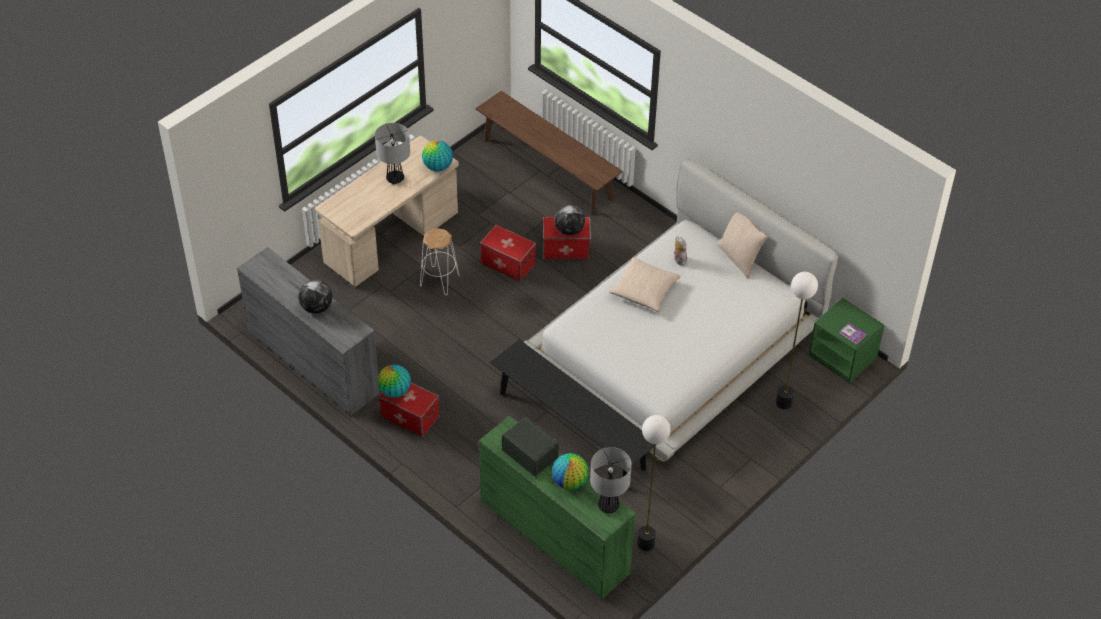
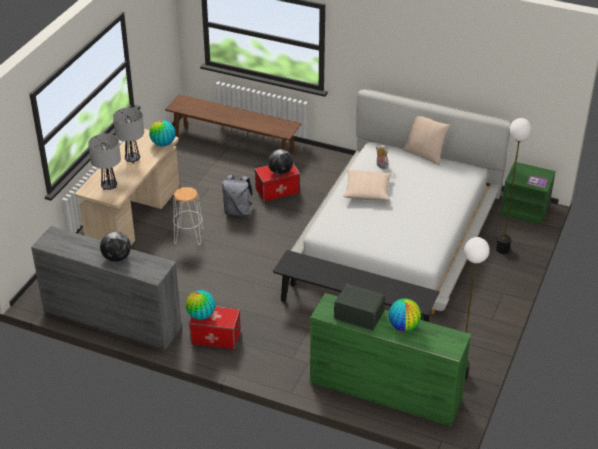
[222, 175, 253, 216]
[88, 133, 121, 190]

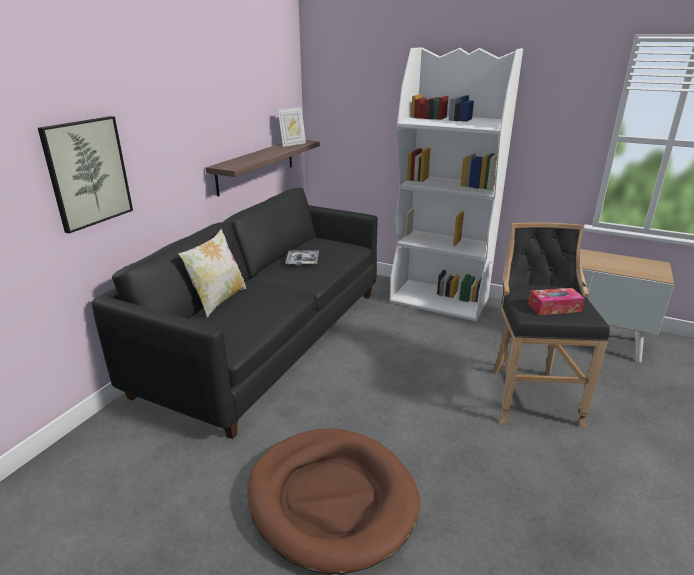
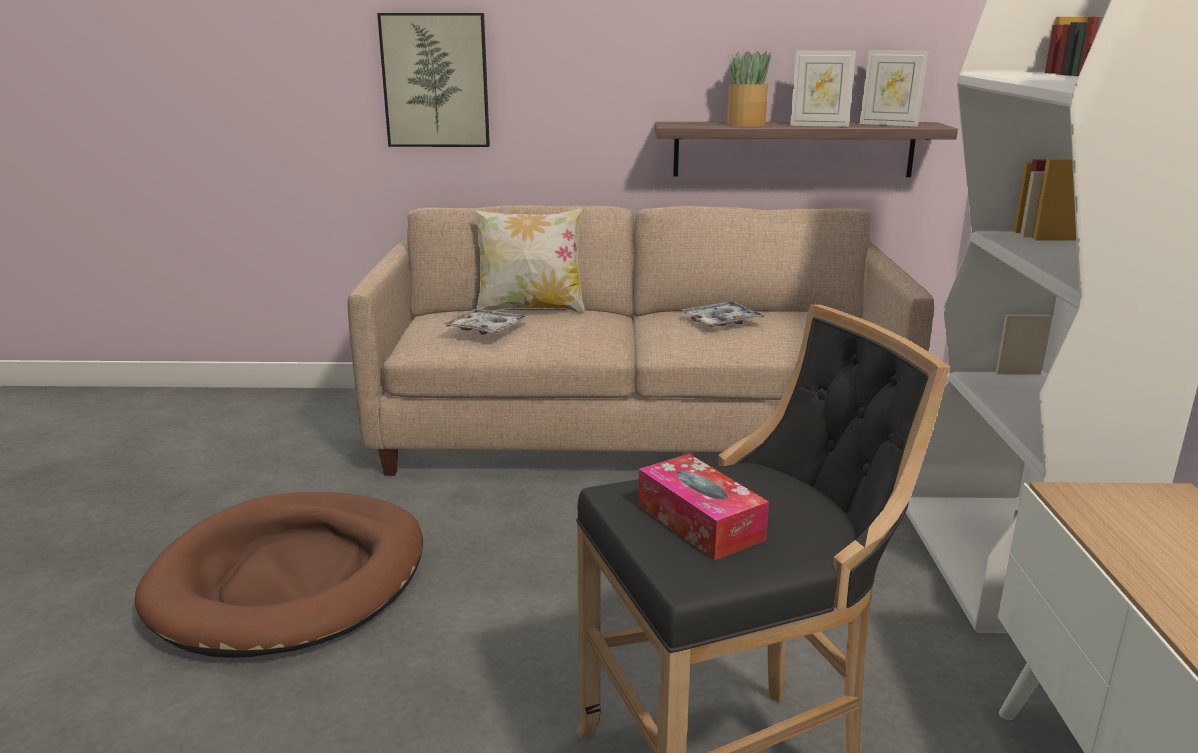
[347, 205, 934, 476]
[790, 50, 856, 127]
[727, 51, 771, 127]
[442, 309, 530, 335]

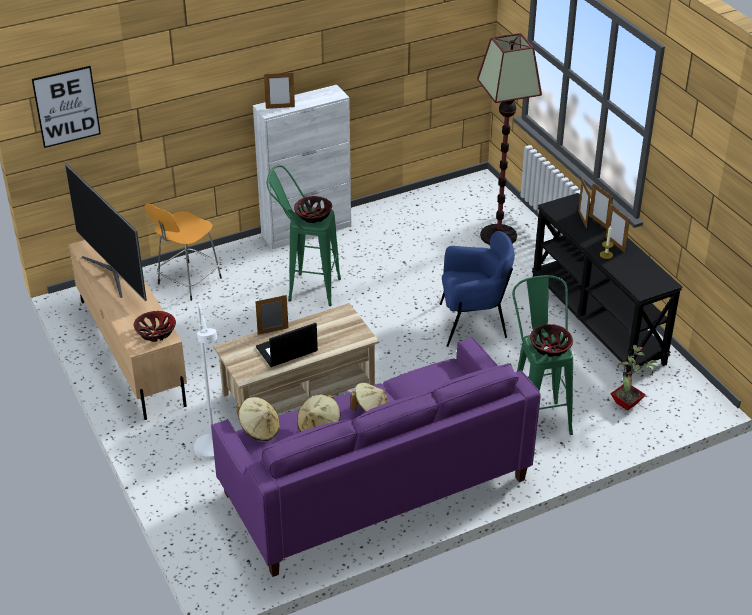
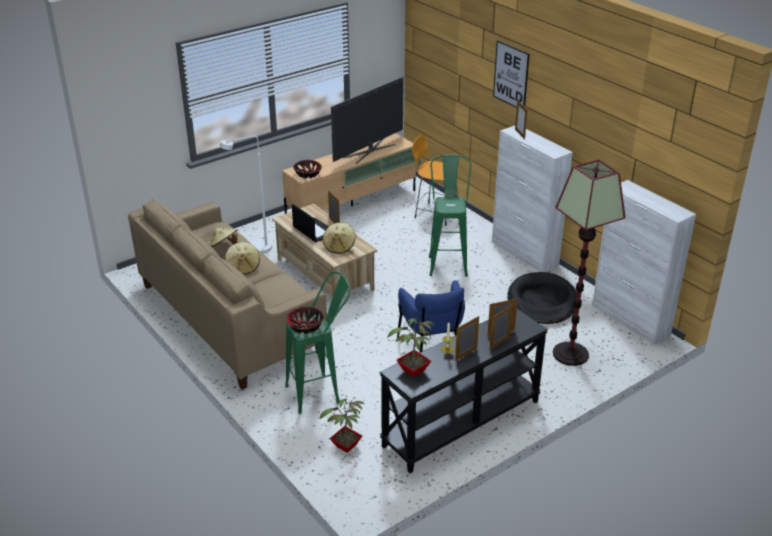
[493, 40, 530, 108]
[294, 196, 332, 223] (first image)
[128, 199, 327, 390]
[323, 222, 355, 254]
[592, 180, 696, 345]
[508, 272, 577, 324]
[387, 314, 435, 377]

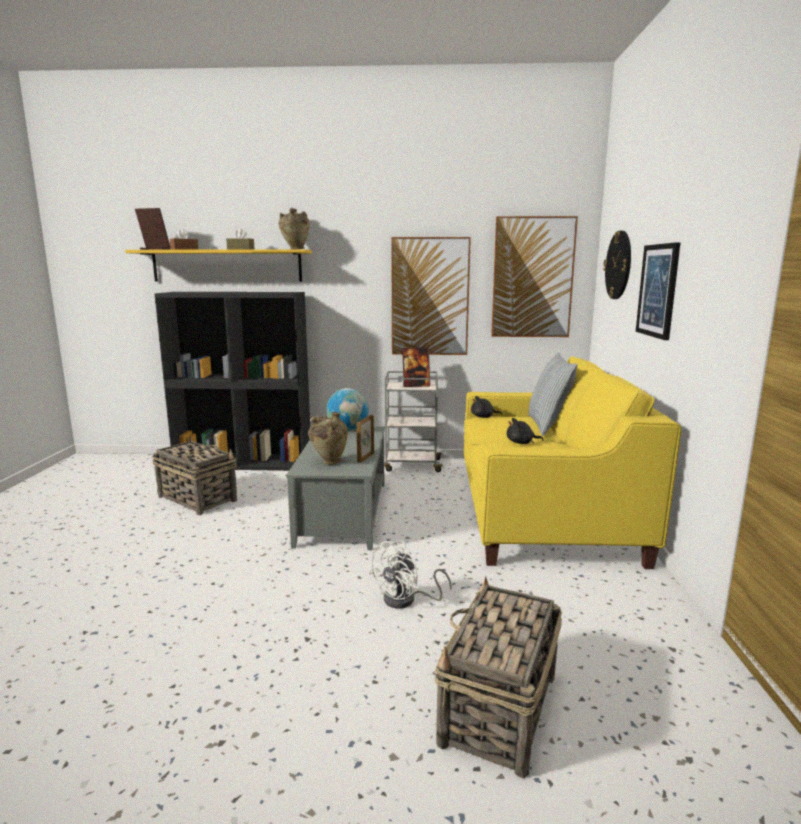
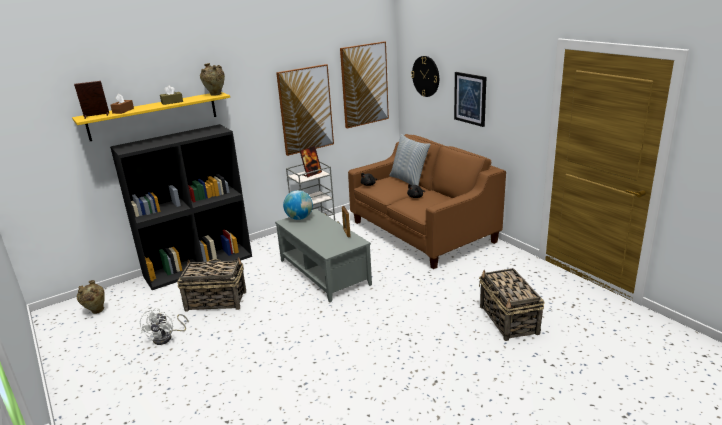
[348, 134, 506, 269]
[77, 280, 105, 314]
[140, 307, 189, 345]

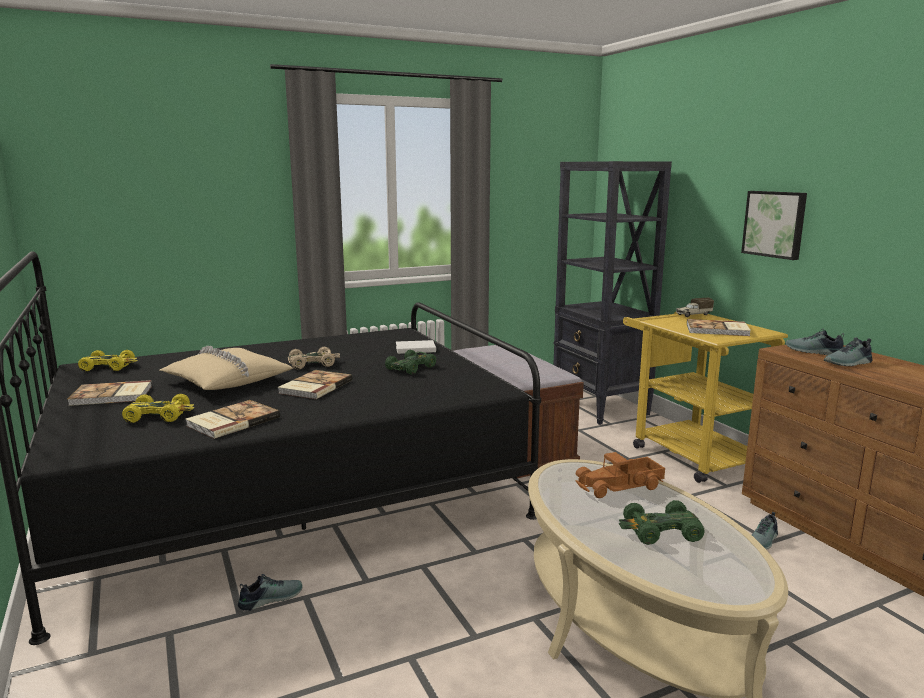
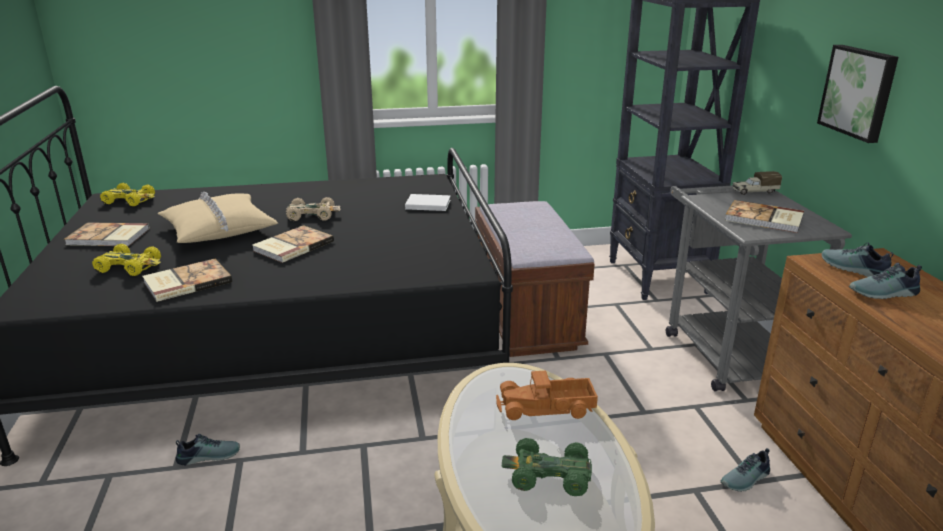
[666, 186, 852, 392]
[385, 350, 436, 374] (first image)

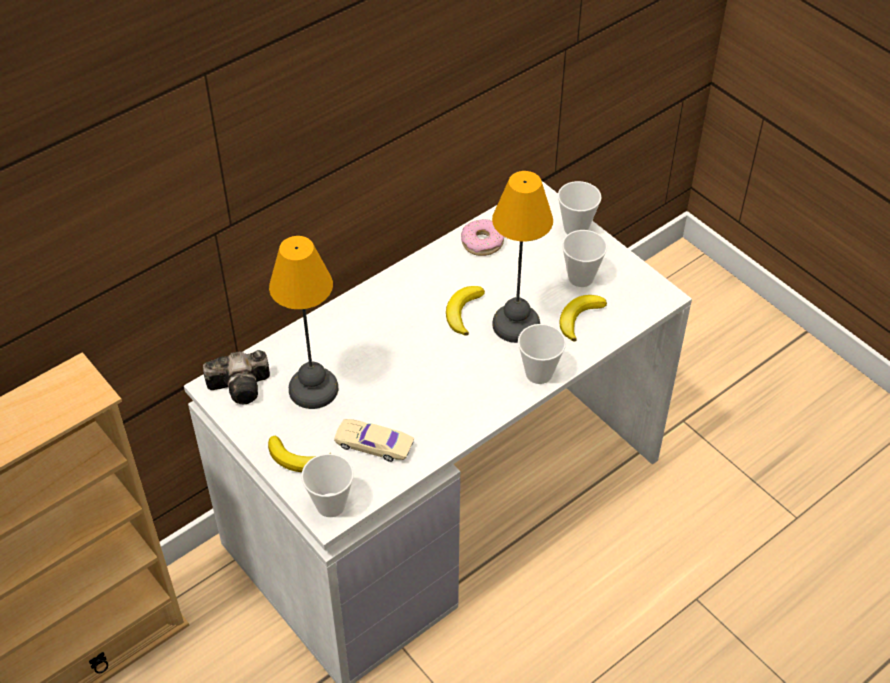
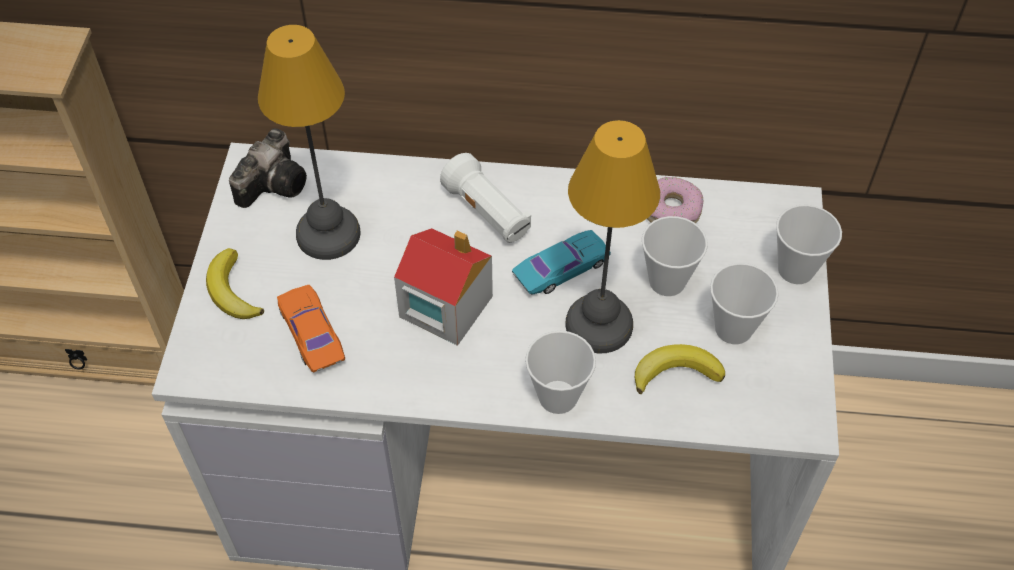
[512, 230, 611, 294]
[229, 128, 307, 208]
[277, 285, 345, 372]
[642, 216, 708, 296]
[440, 153, 531, 243]
[394, 228, 493, 346]

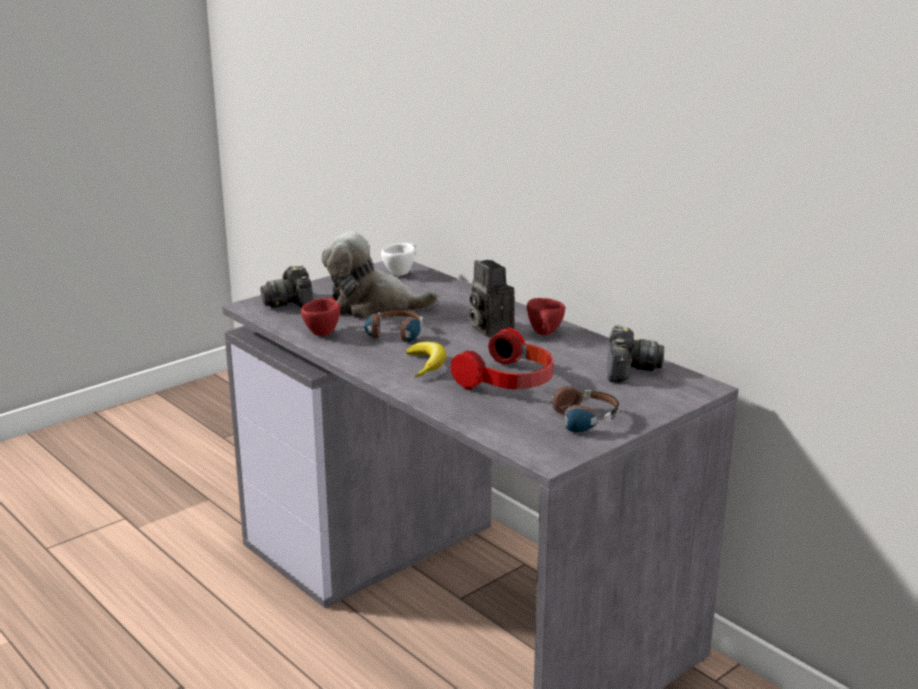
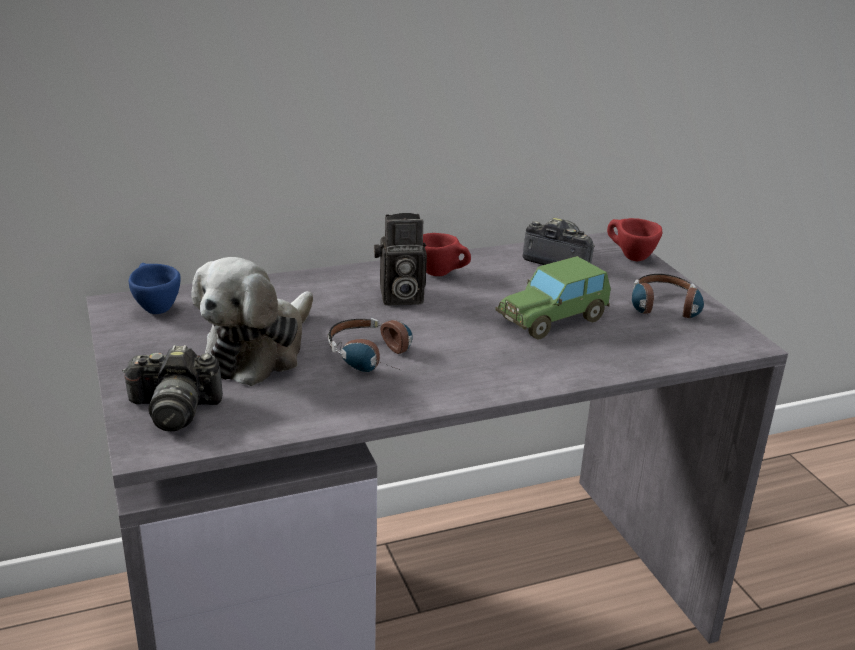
[129, 263, 181, 314]
[607, 218, 662, 261]
[495, 256, 611, 339]
[406, 342, 446, 378] (first image)

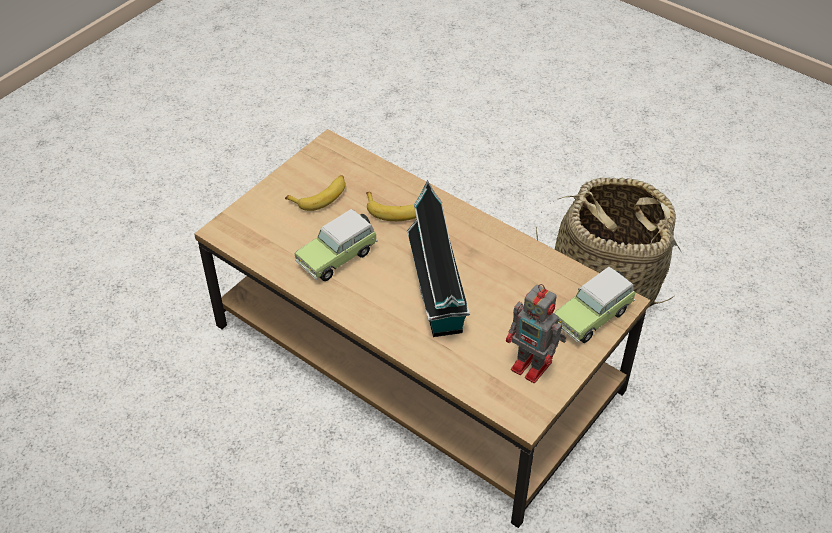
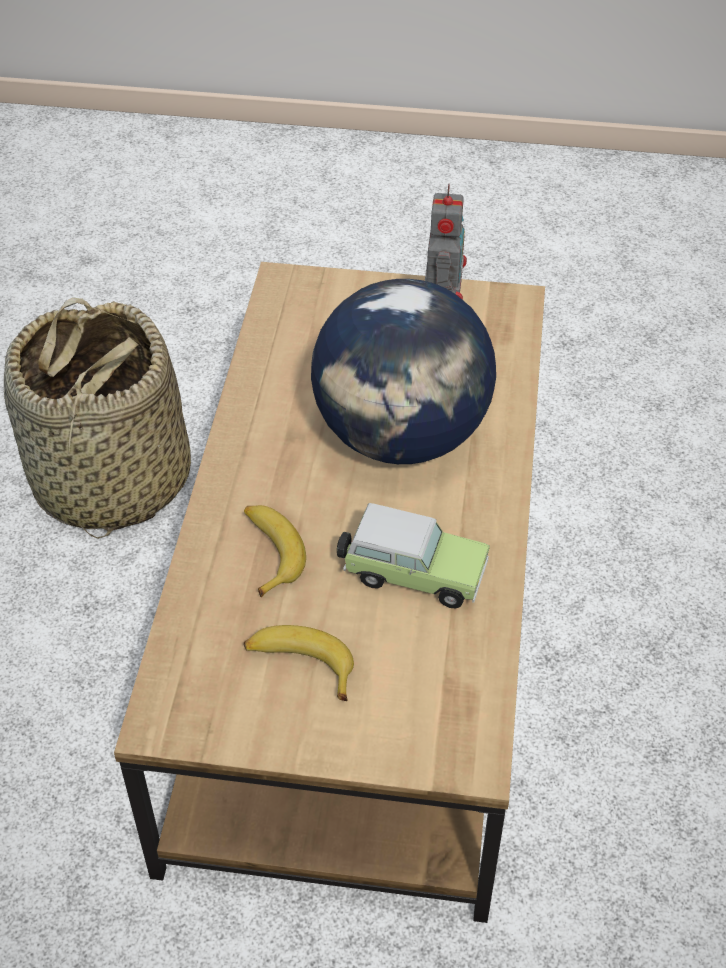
[311, 279, 496, 464]
[554, 267, 635, 343] (first image)

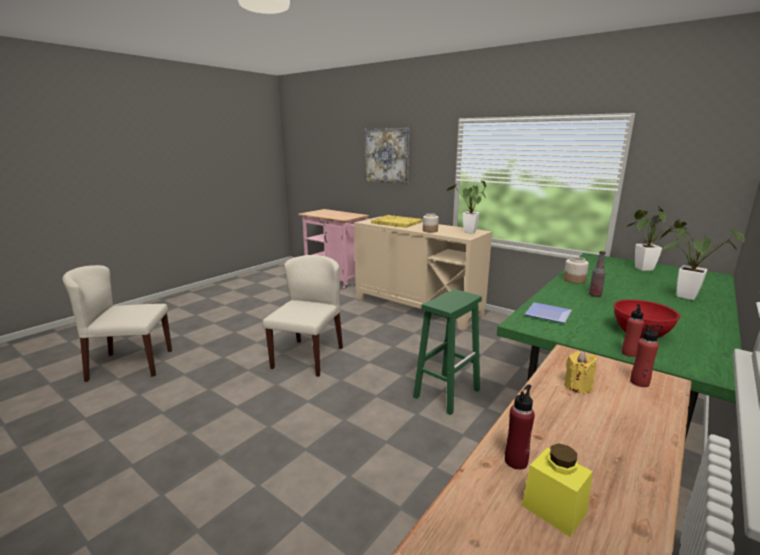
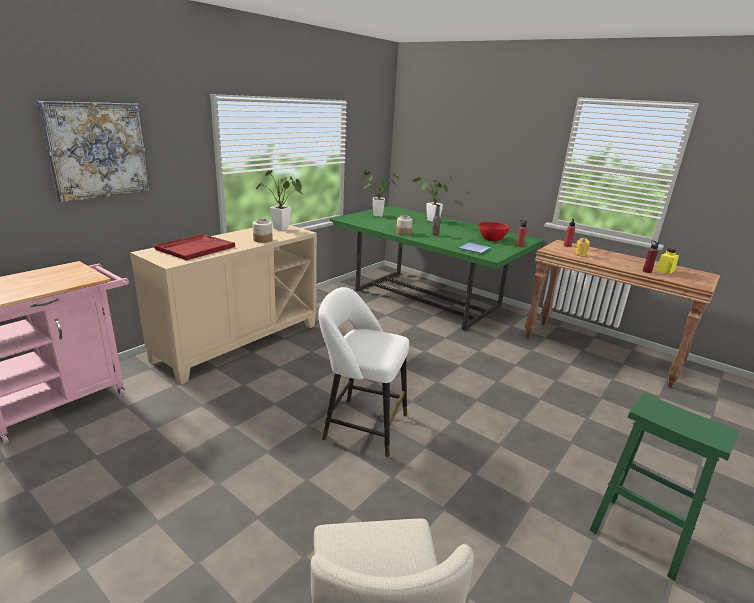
[154, 234, 235, 260]
[318, 287, 409, 457]
[590, 393, 739, 581]

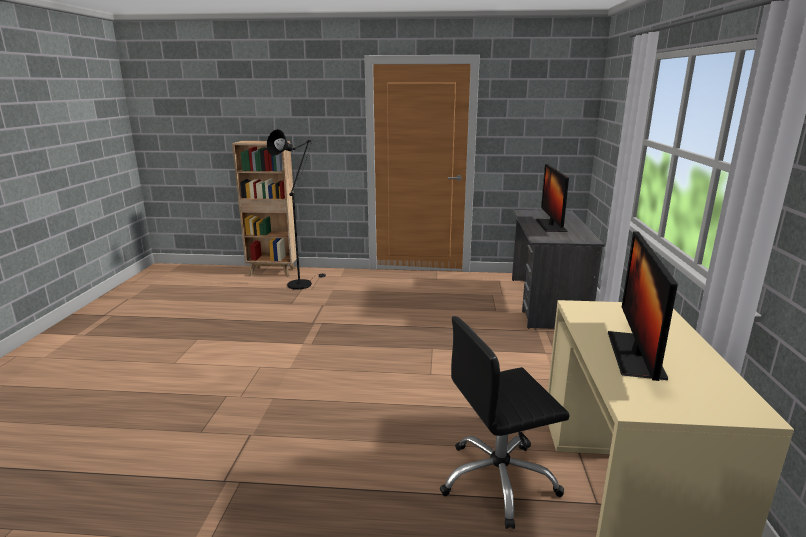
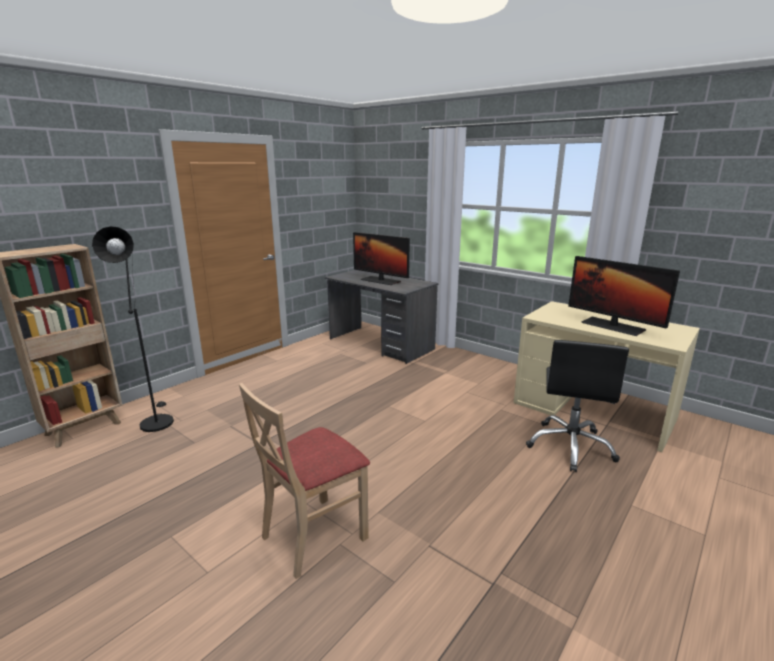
[239, 383, 370, 579]

